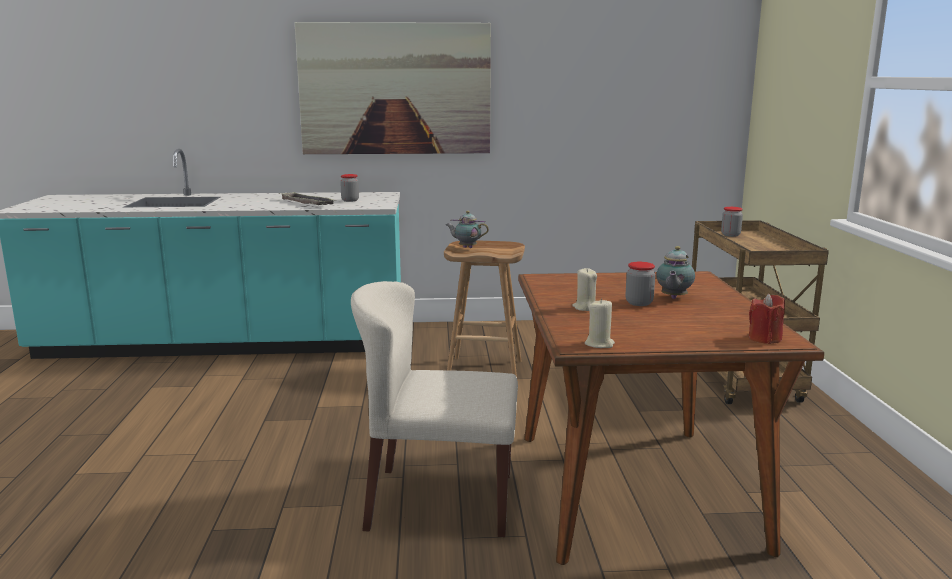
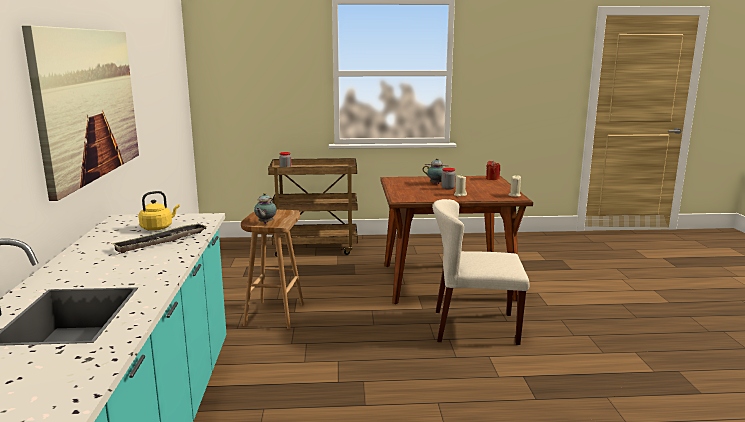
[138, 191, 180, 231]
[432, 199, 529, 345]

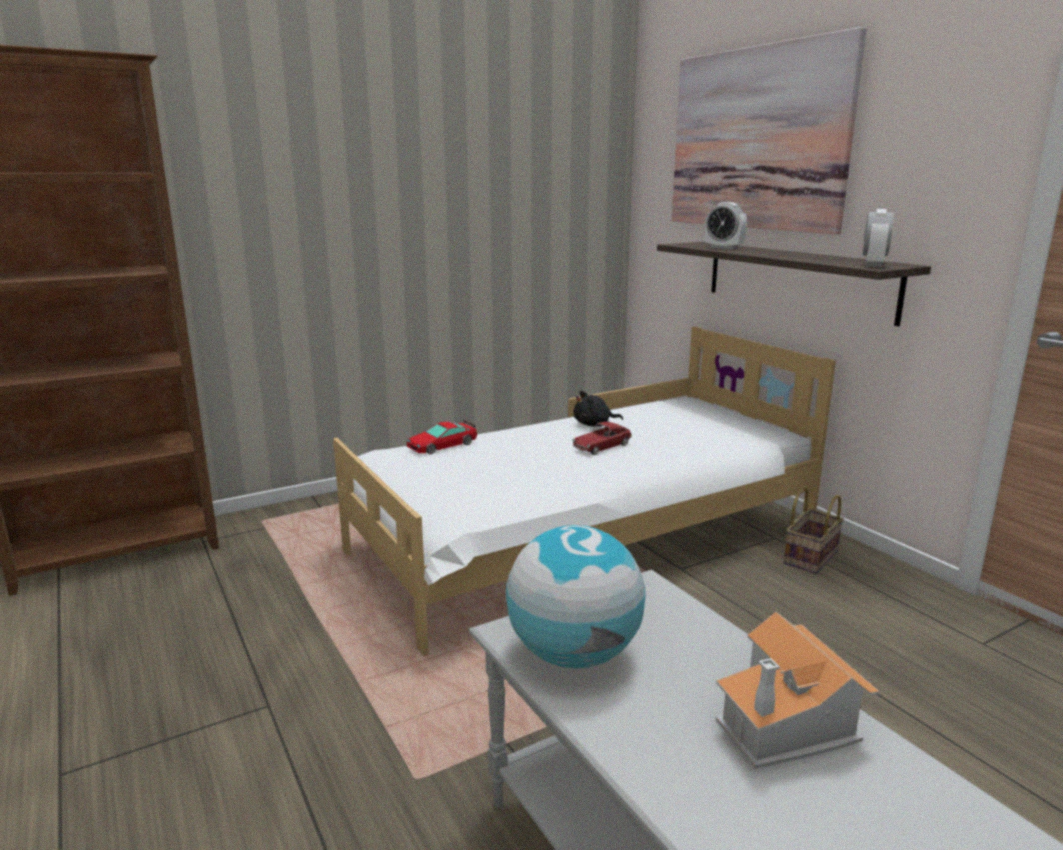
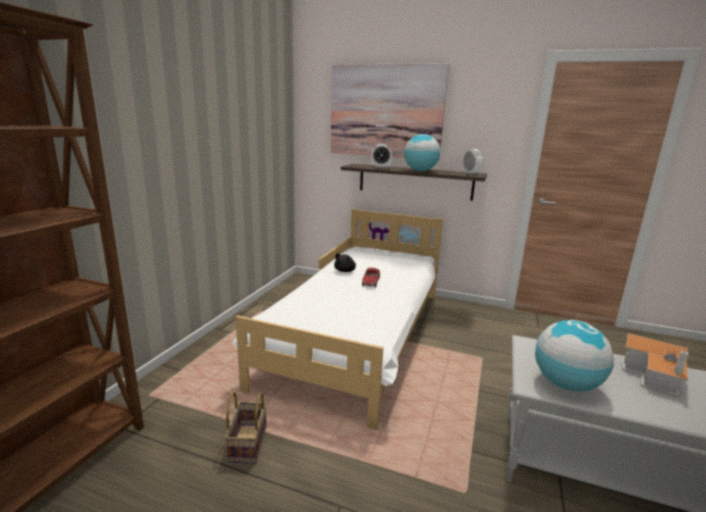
[407, 420, 477, 454] (first image)
[225, 392, 267, 464]
[404, 134, 440, 171]

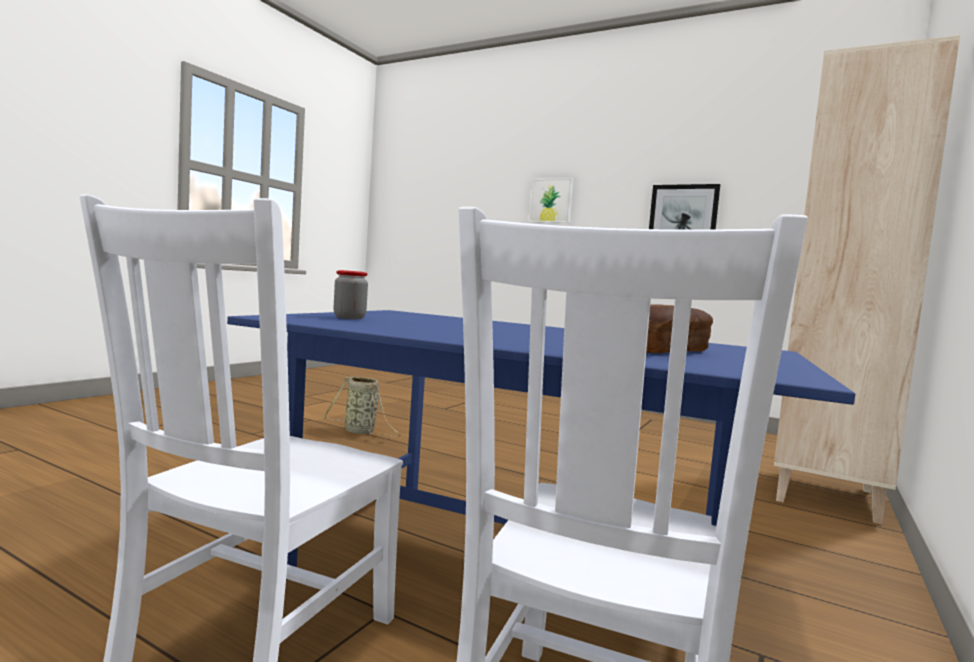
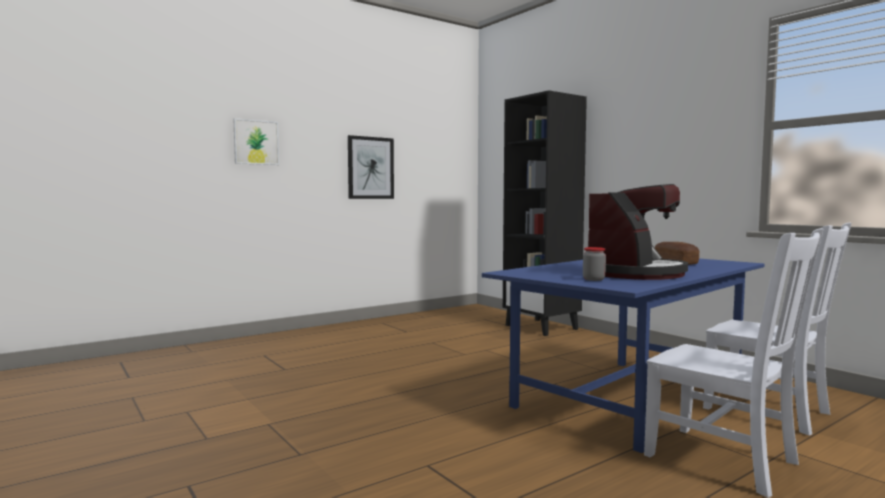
[503, 90, 587, 336]
[323, 376, 400, 437] (first image)
[588, 184, 688, 280]

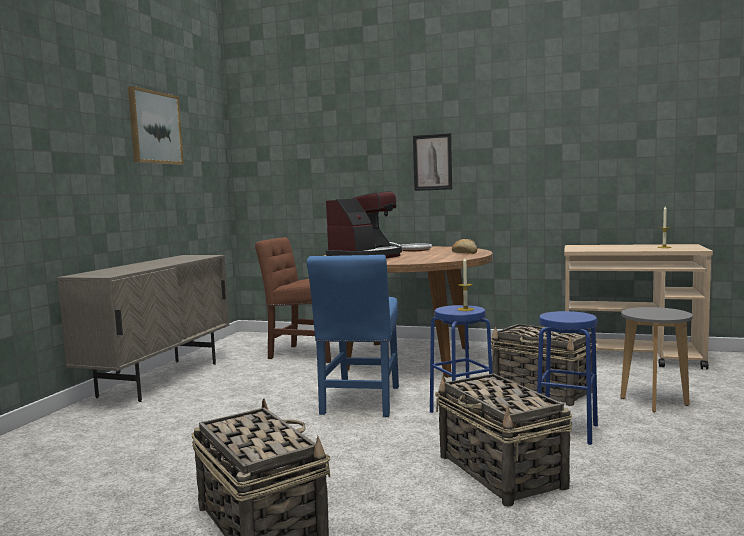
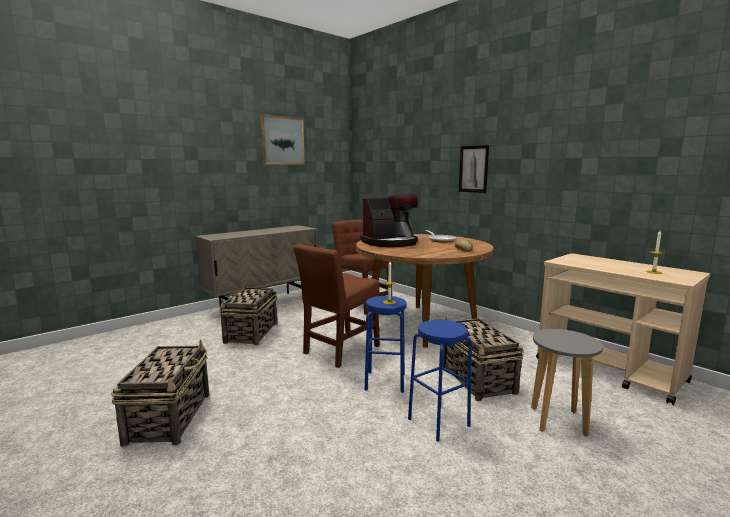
[294, 244, 380, 368]
[219, 285, 277, 345]

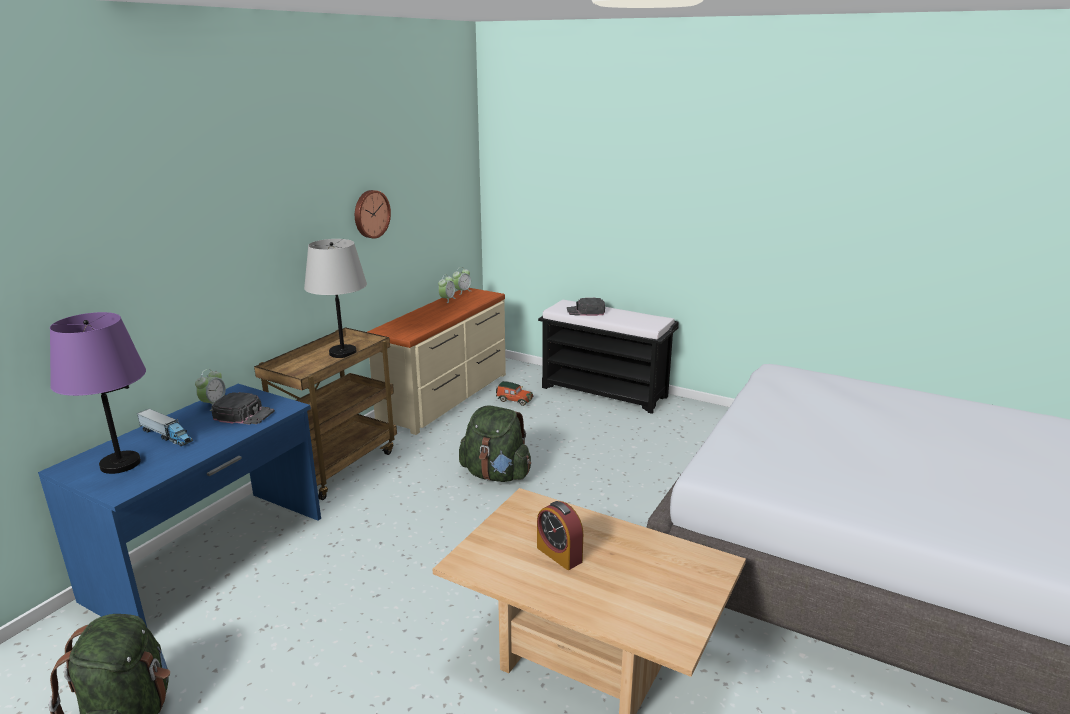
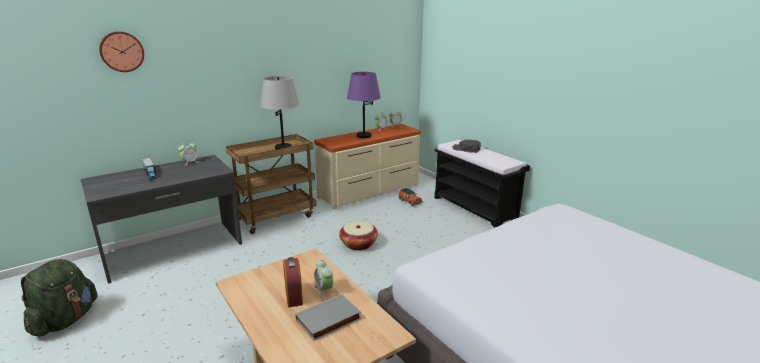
[99, 31, 144, 72]
[347, 72, 381, 138]
[81, 155, 242, 284]
[211, 392, 275, 425] (first image)
[339, 221, 378, 250]
[315, 260, 333, 298]
[295, 294, 361, 341]

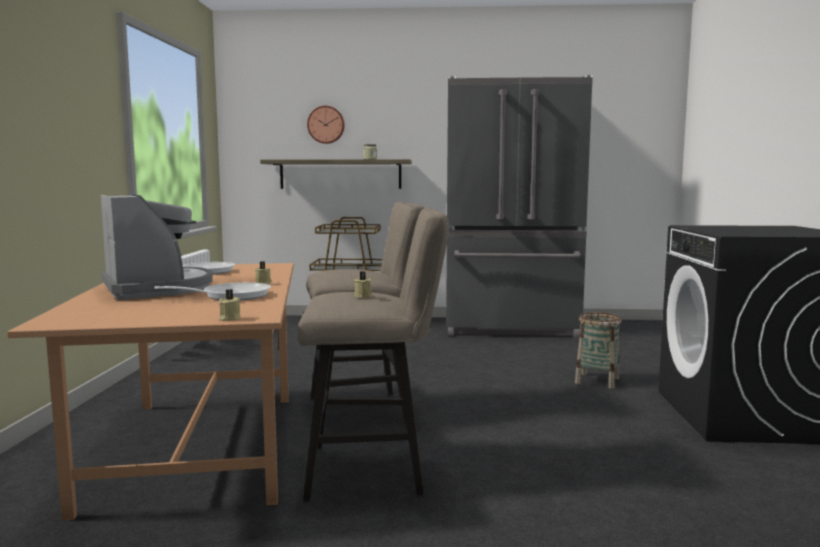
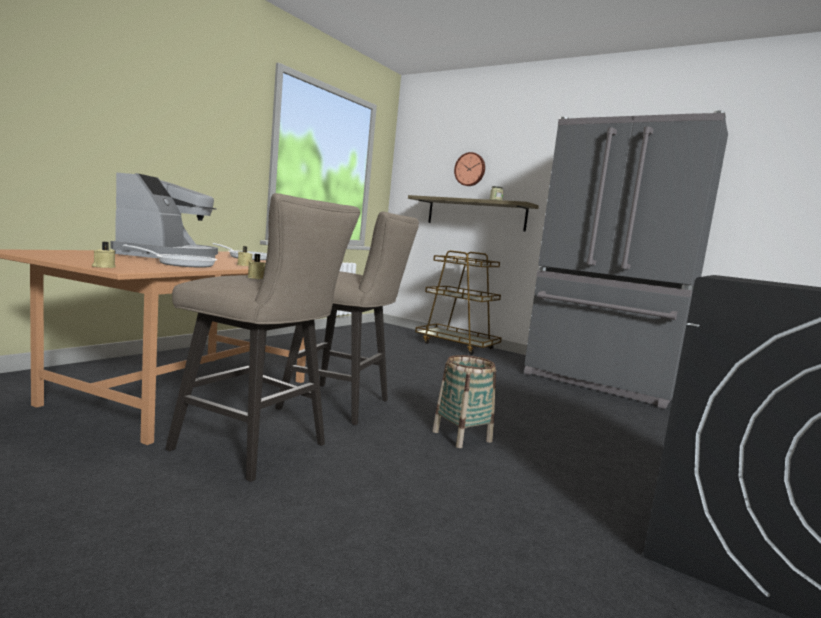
[432, 355, 496, 448]

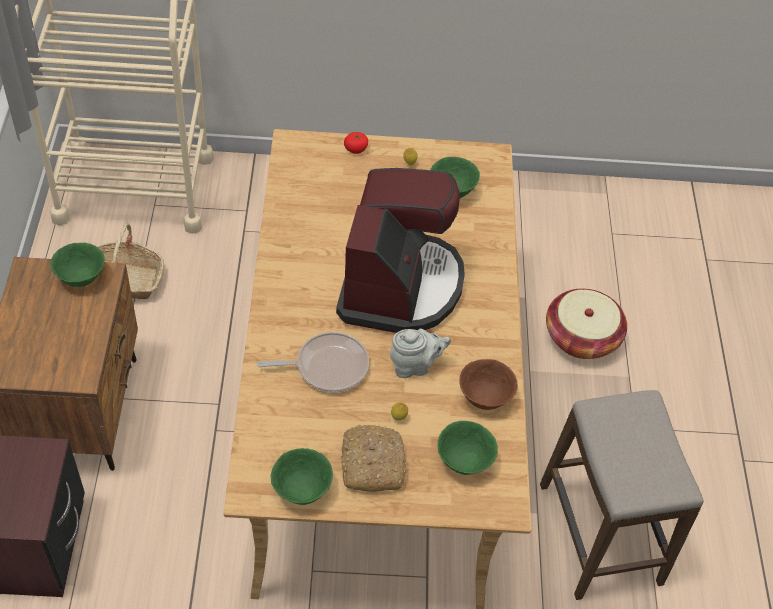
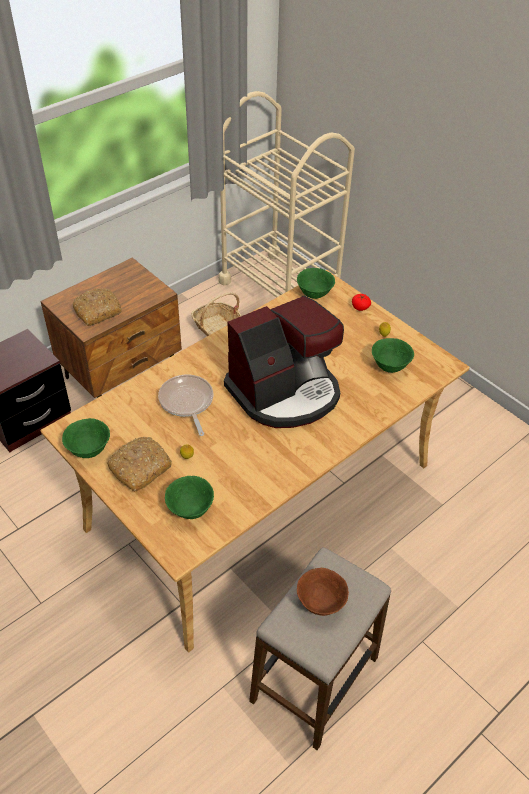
[297, 268, 335, 299]
[546, 288, 627, 359] (first image)
[390, 329, 451, 378] (first image)
[158, 375, 213, 436]
[297, 568, 349, 616]
[73, 288, 122, 326]

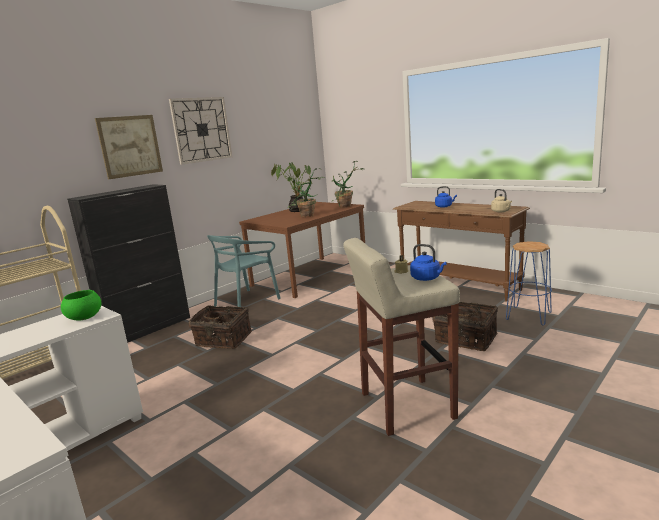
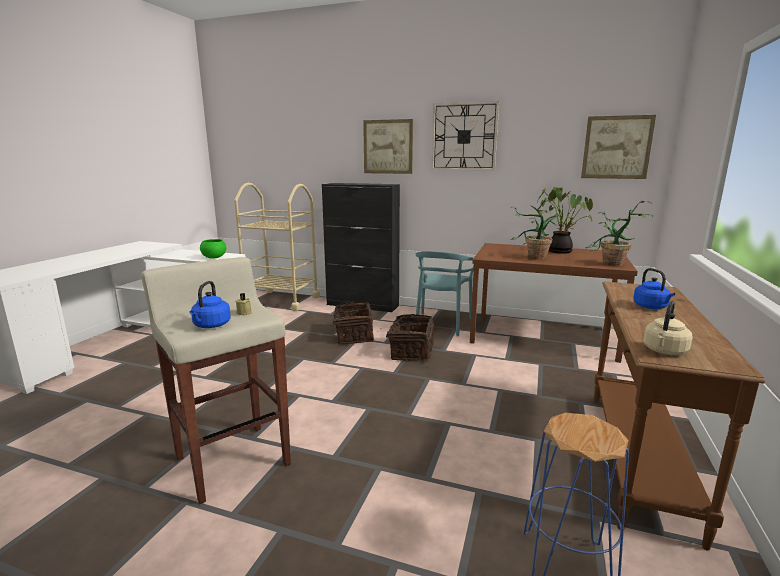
[415, 251, 474, 336]
[377, 314, 434, 361]
[581, 115, 656, 179]

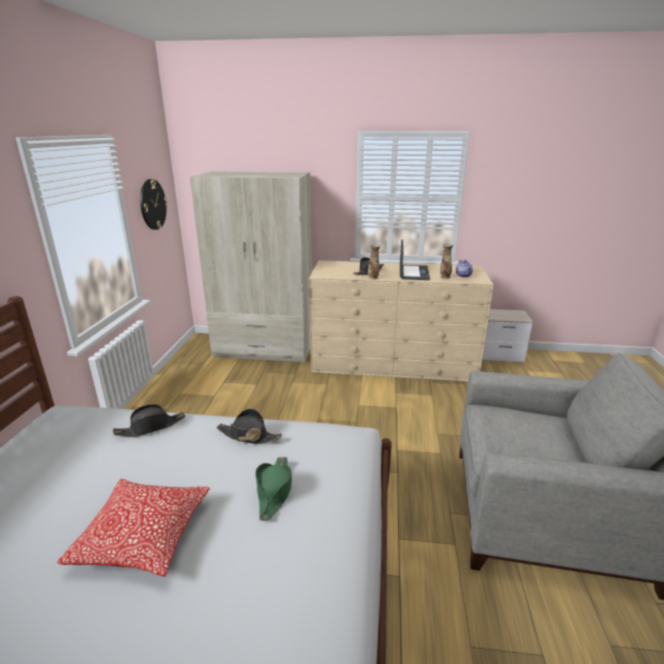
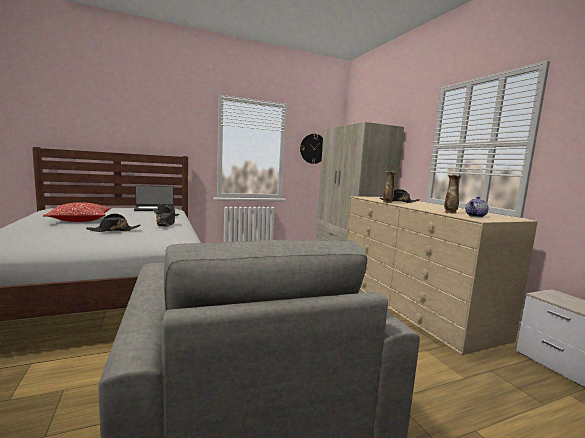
[134, 185, 174, 211]
[86, 213, 141, 232]

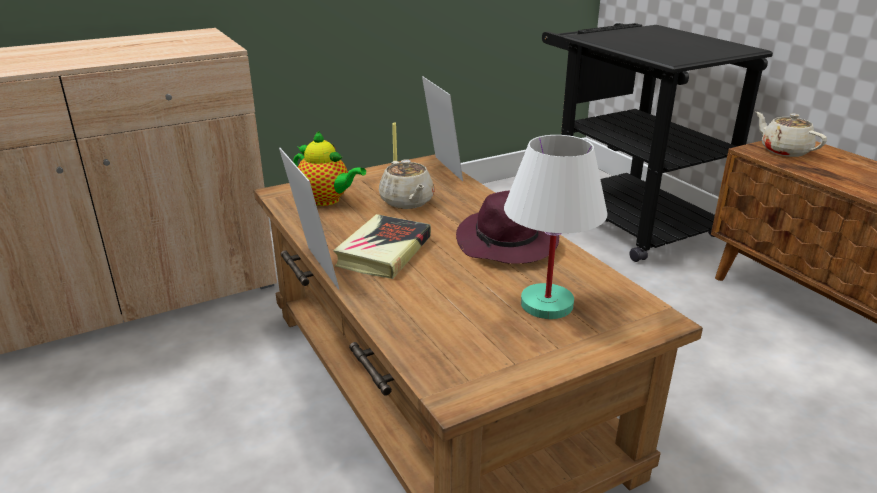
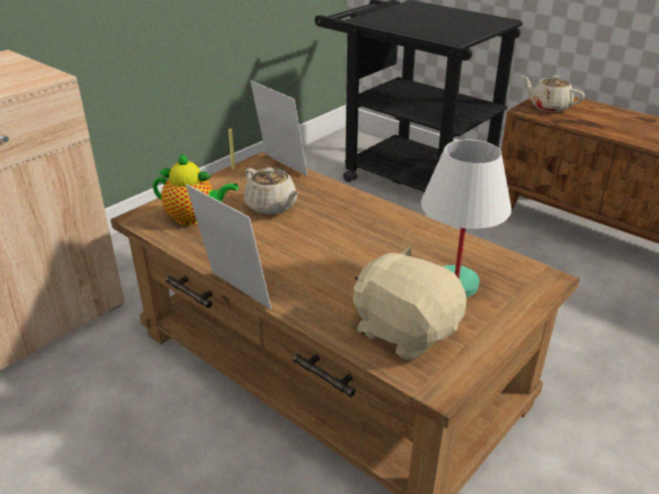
[456, 191, 559, 264] (first image)
[333, 214, 431, 279] (first image)
[353, 246, 466, 360]

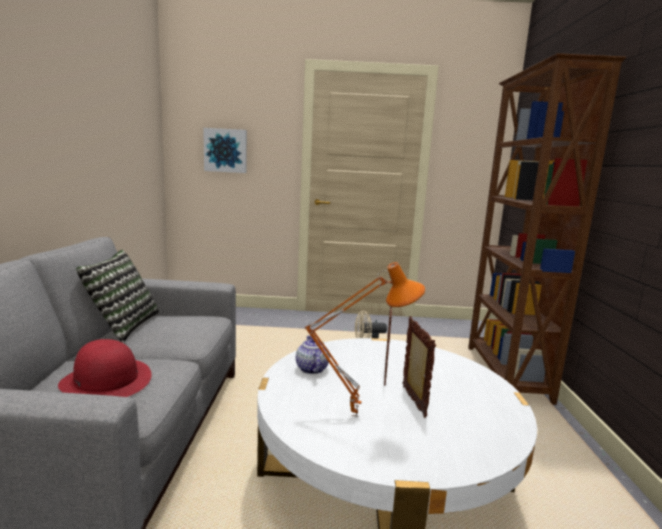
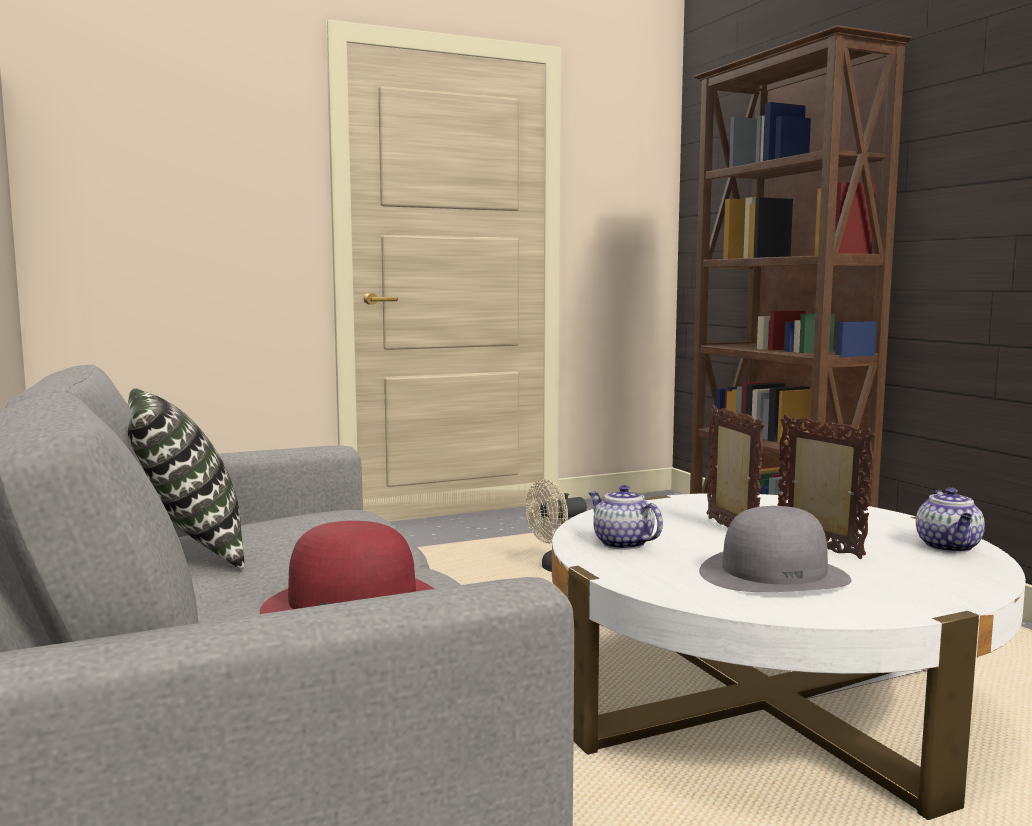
[203, 128, 247, 173] (first image)
[699, 506, 851, 592]
[916, 488, 985, 553]

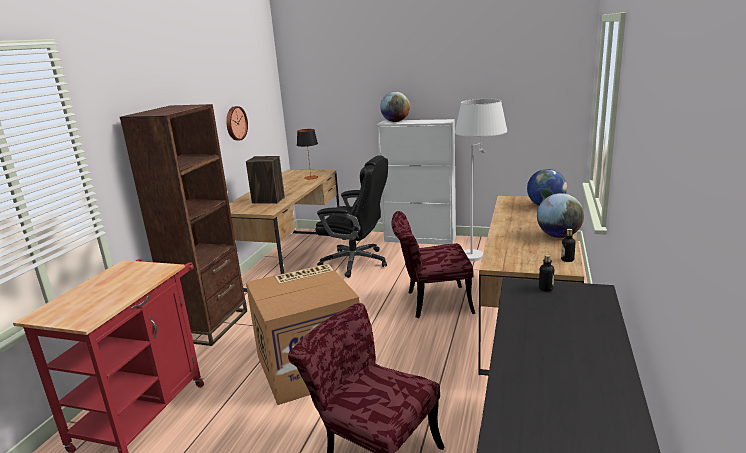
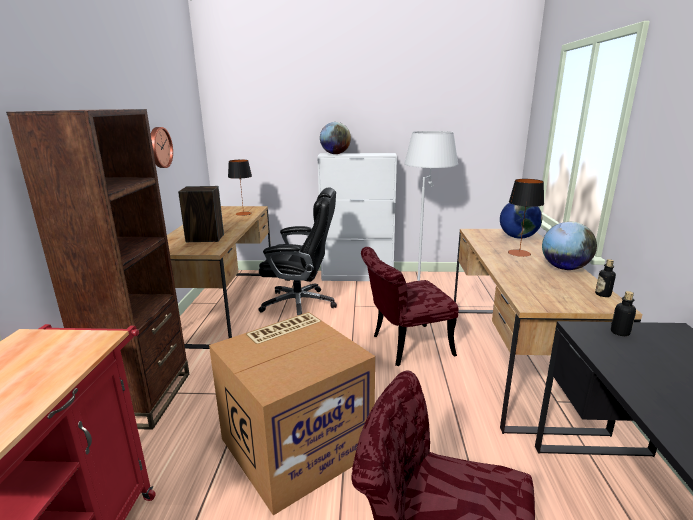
[508, 179, 544, 257]

